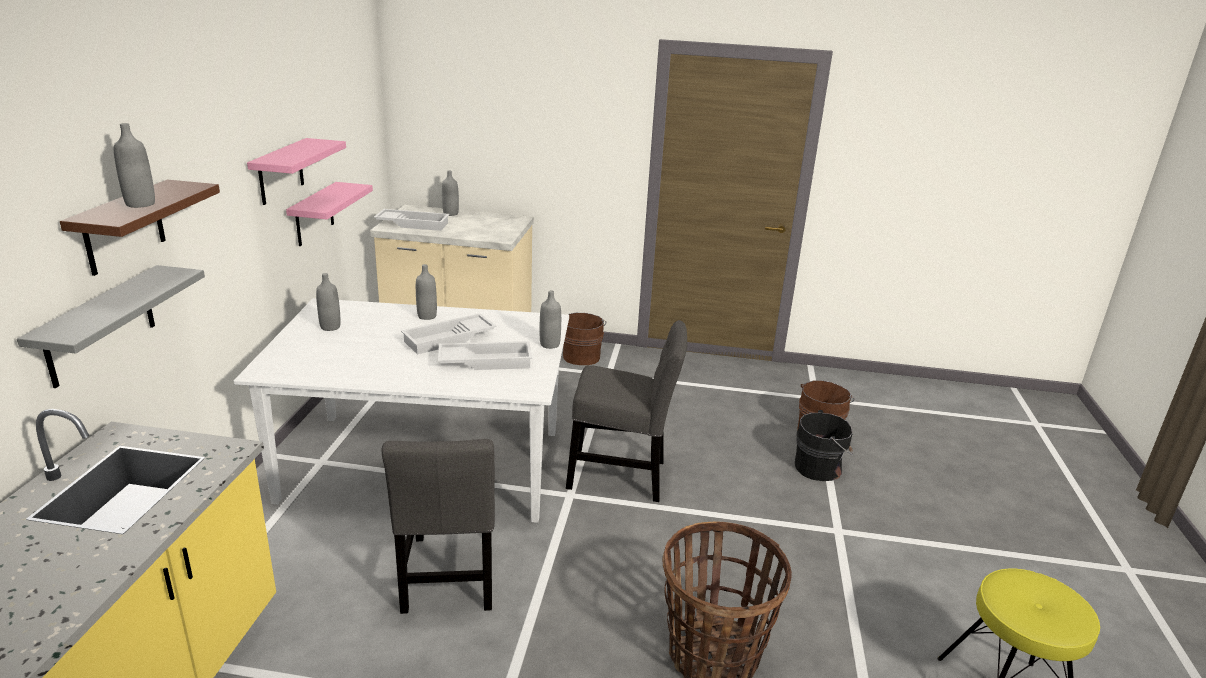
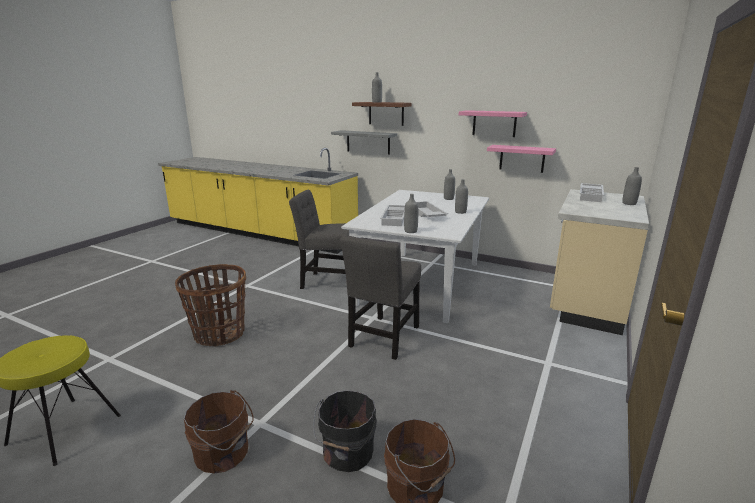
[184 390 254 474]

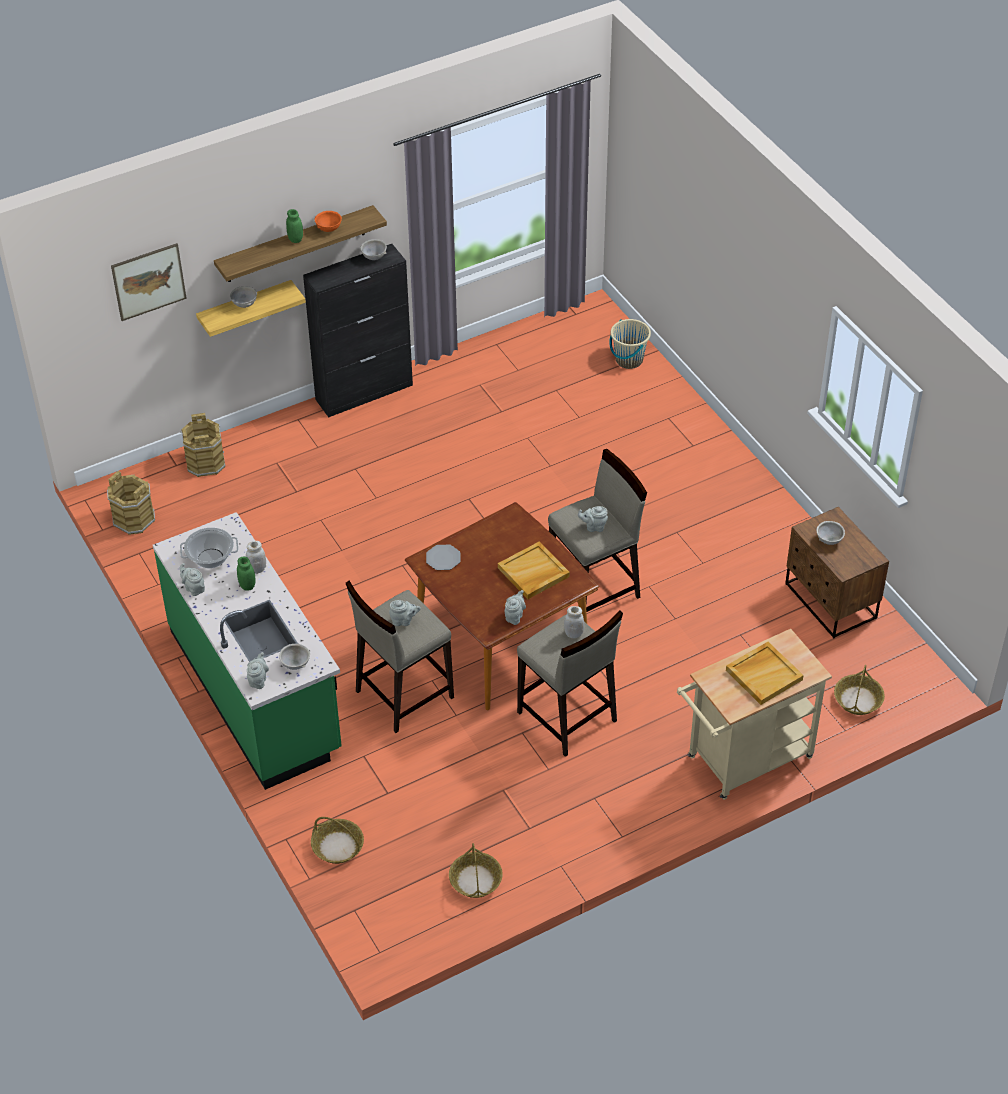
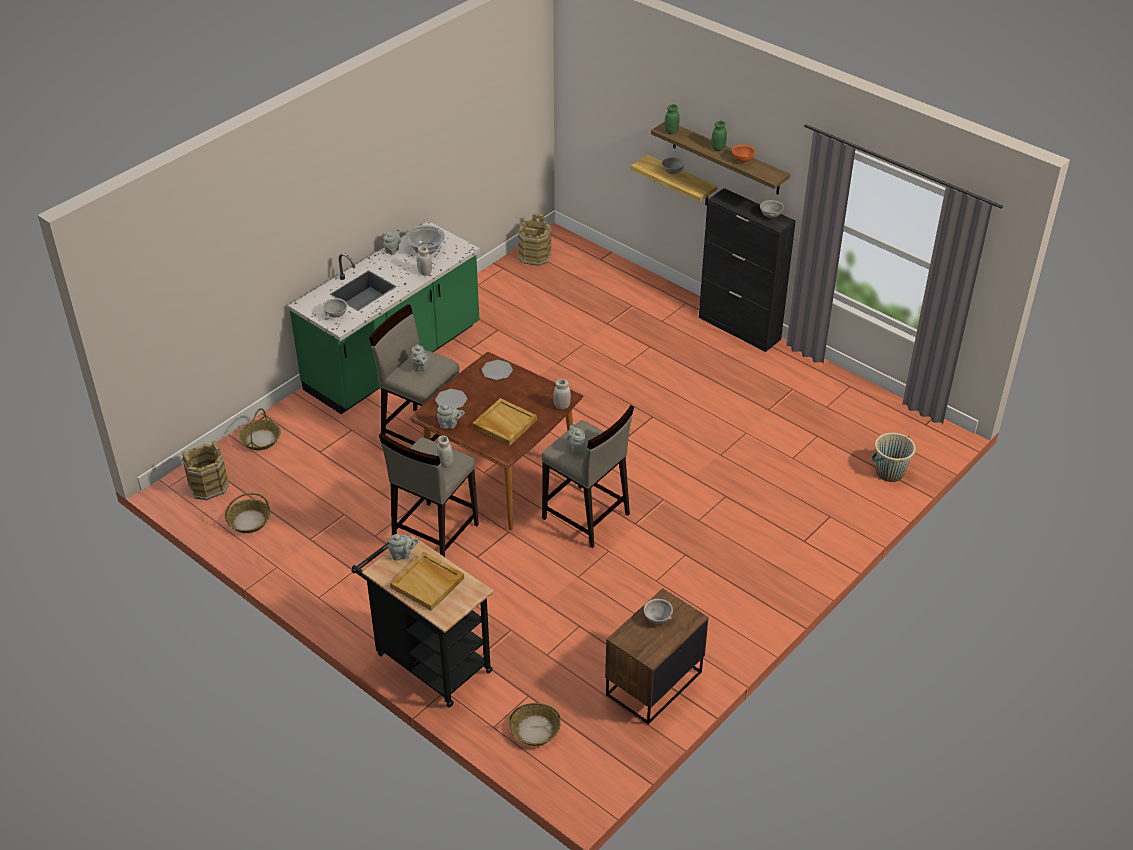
[182 440 229 501]
[351 535 494 708]
[388 534 419 560]
[435 389 467 409]
[553 379 571 409]
[665 104 680 134]
[111 243 187 321] (first image)

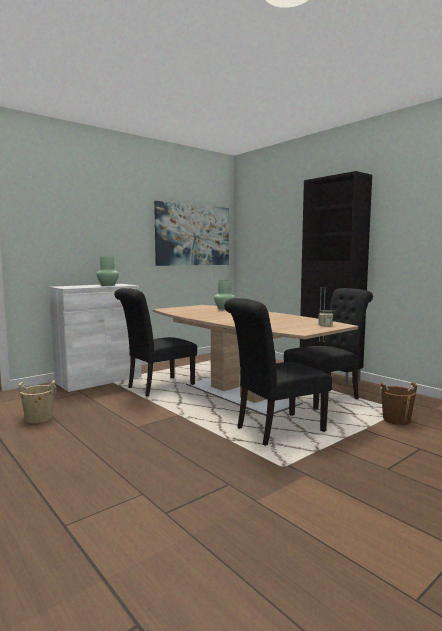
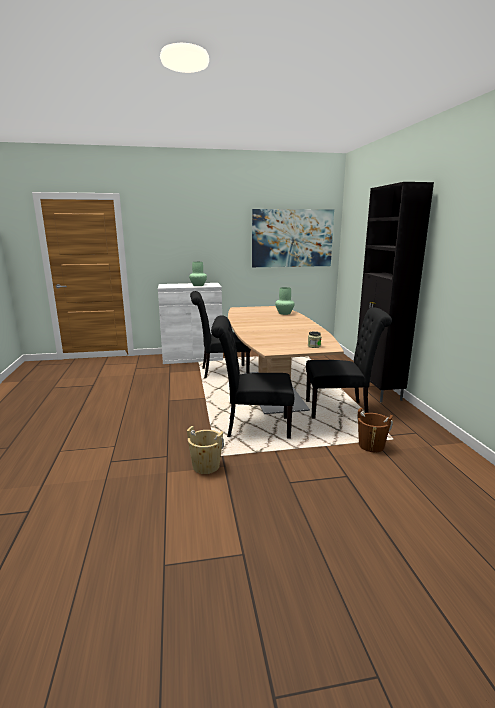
[187 426 224 474]

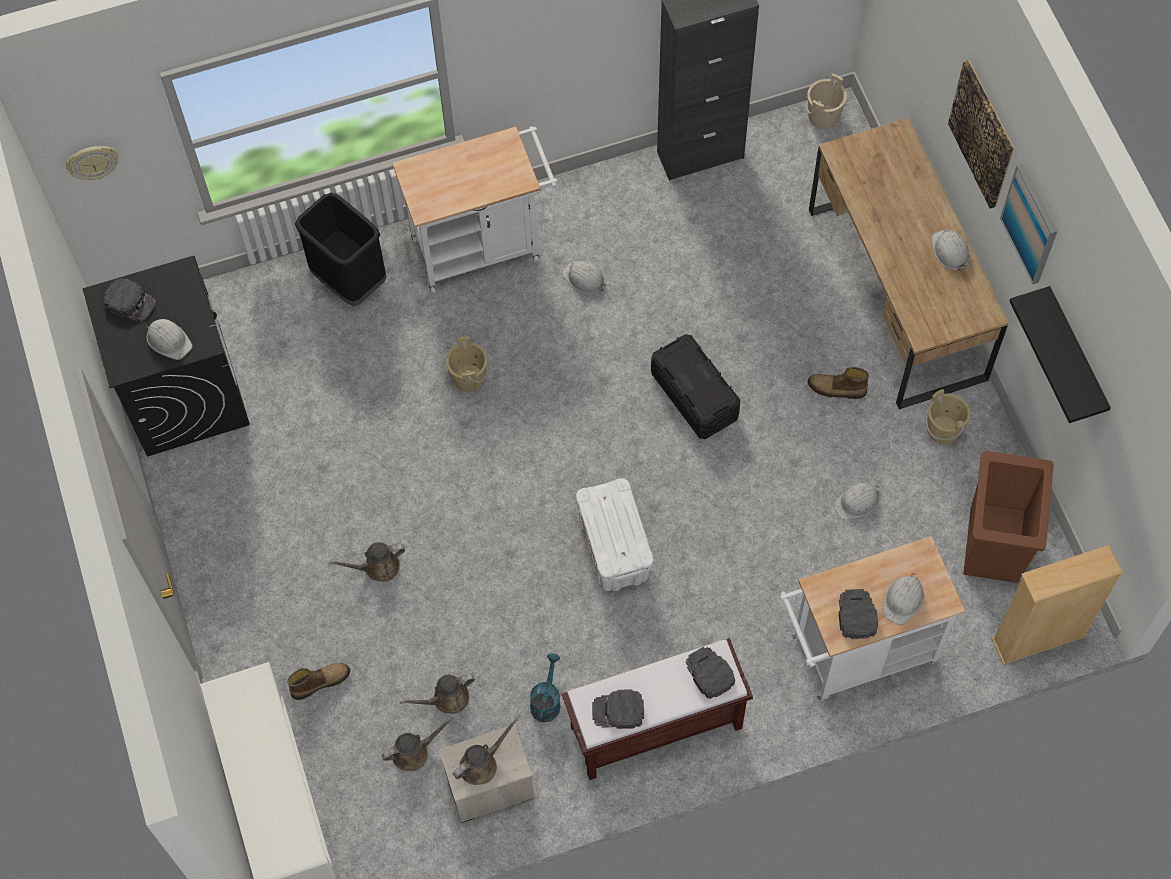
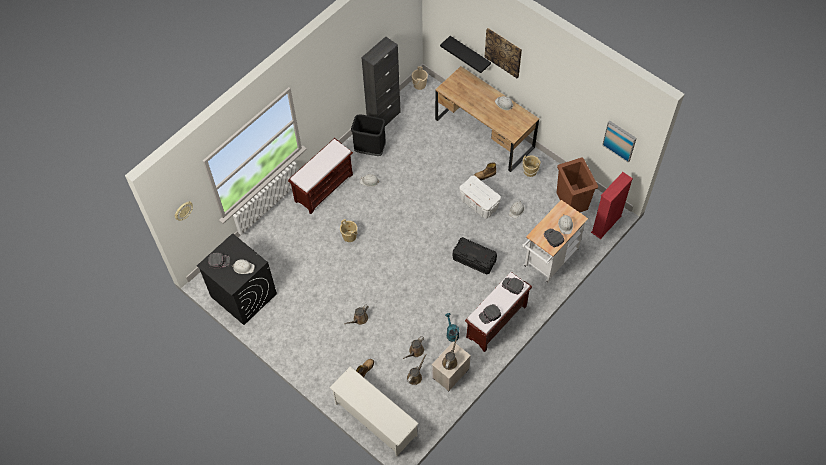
[288 138 353 214]
[351 114 386 156]
[440 36 491 73]
[453 237 497 275]
[459 175 501 219]
[591 172 633 239]
[602 120 637 163]

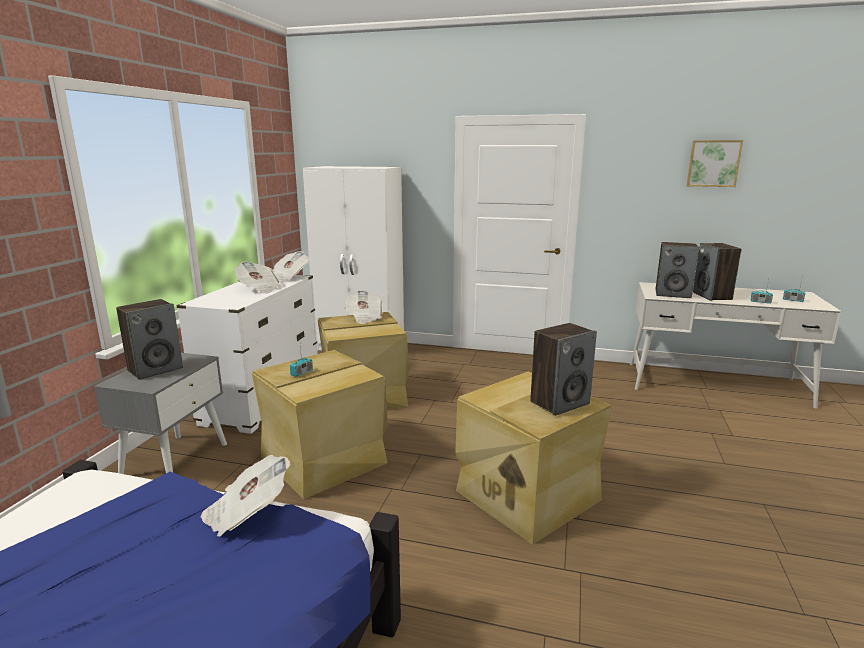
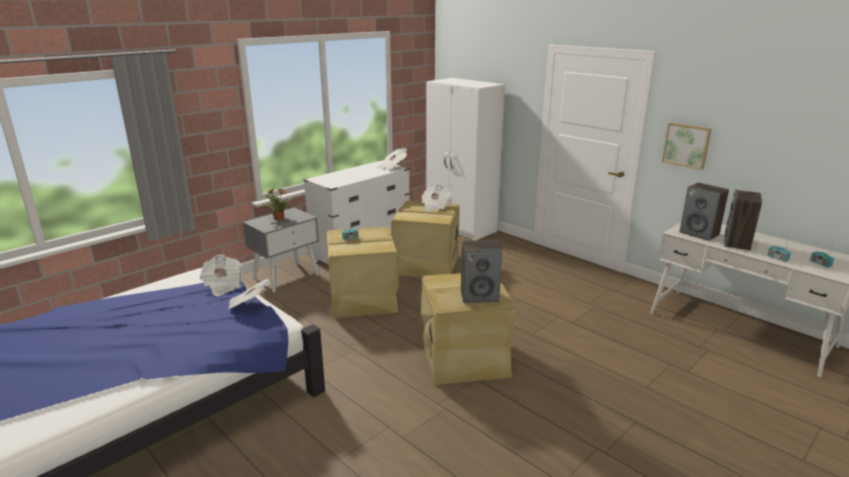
[200 255 242 296]
[262 189 292 220]
[662 122 712 170]

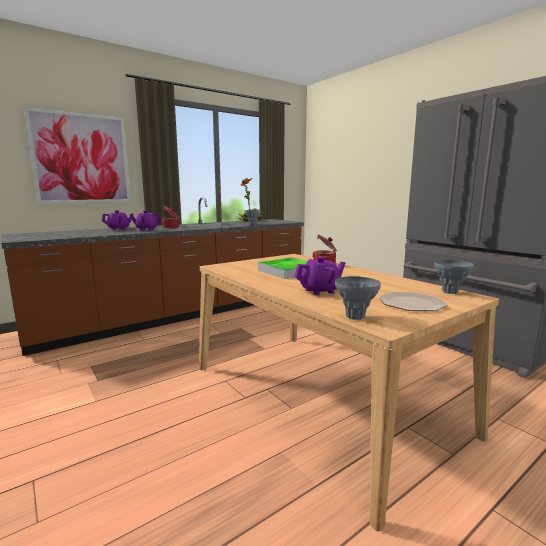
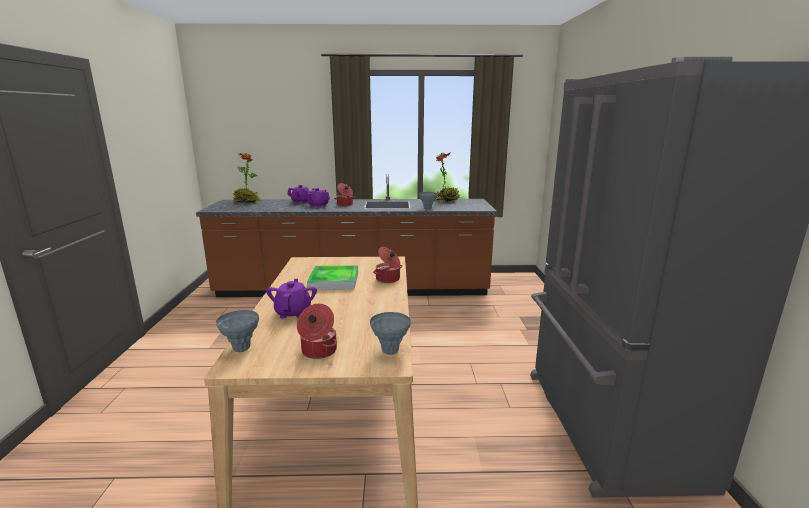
[233 153 260 203]
[266 279 317 318]
[297 304 337 359]
[24 107 131 204] (first image)

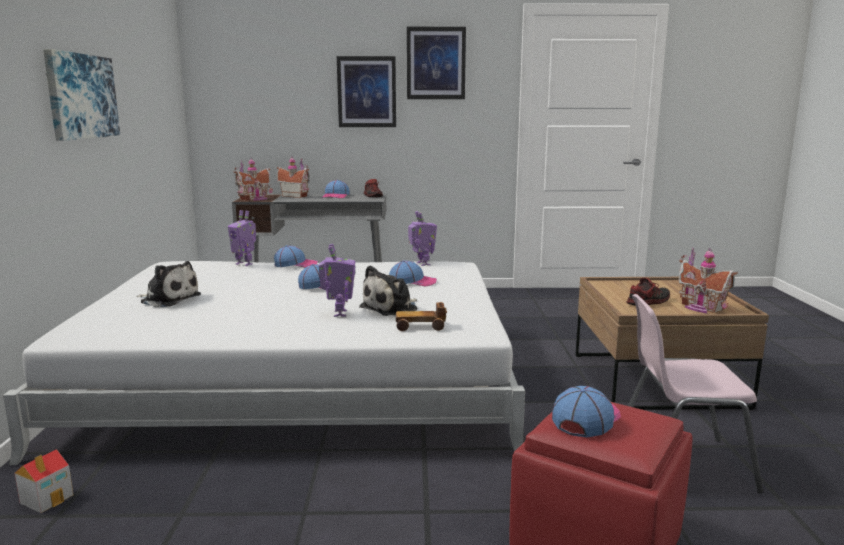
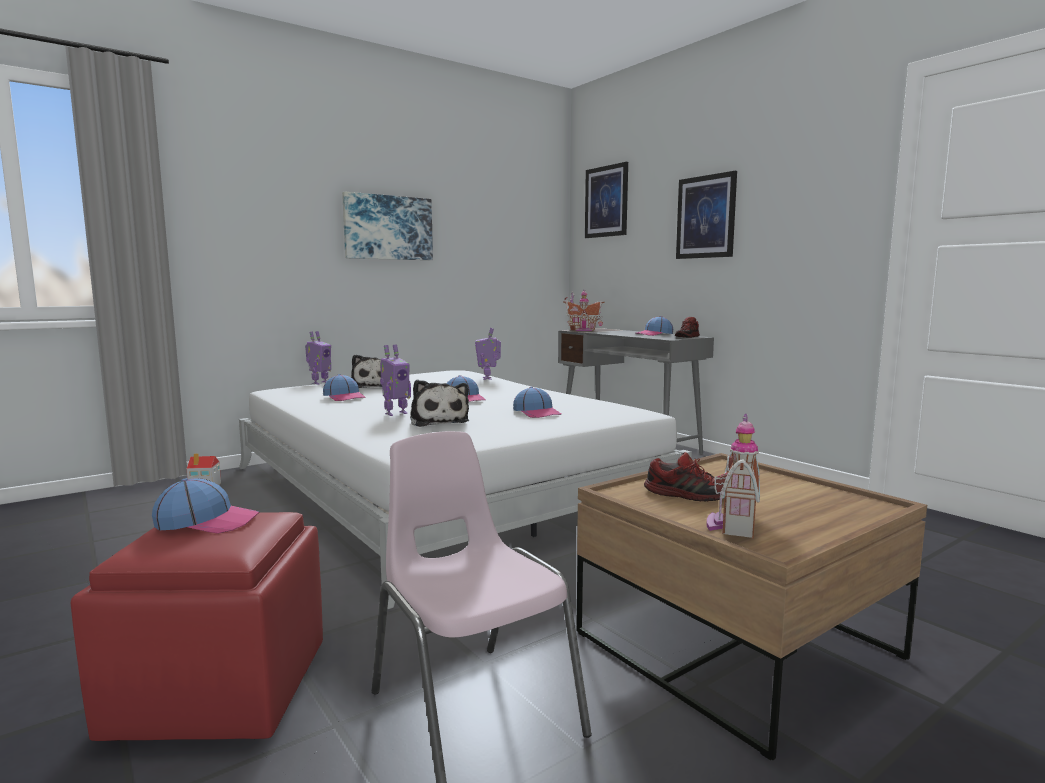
[305 331 331 384]
[323 374 366 401]
[410 380 469 427]
[585 162 628 238]
[277 156 310 198] (first image)
[396 302 447 331] (first image)

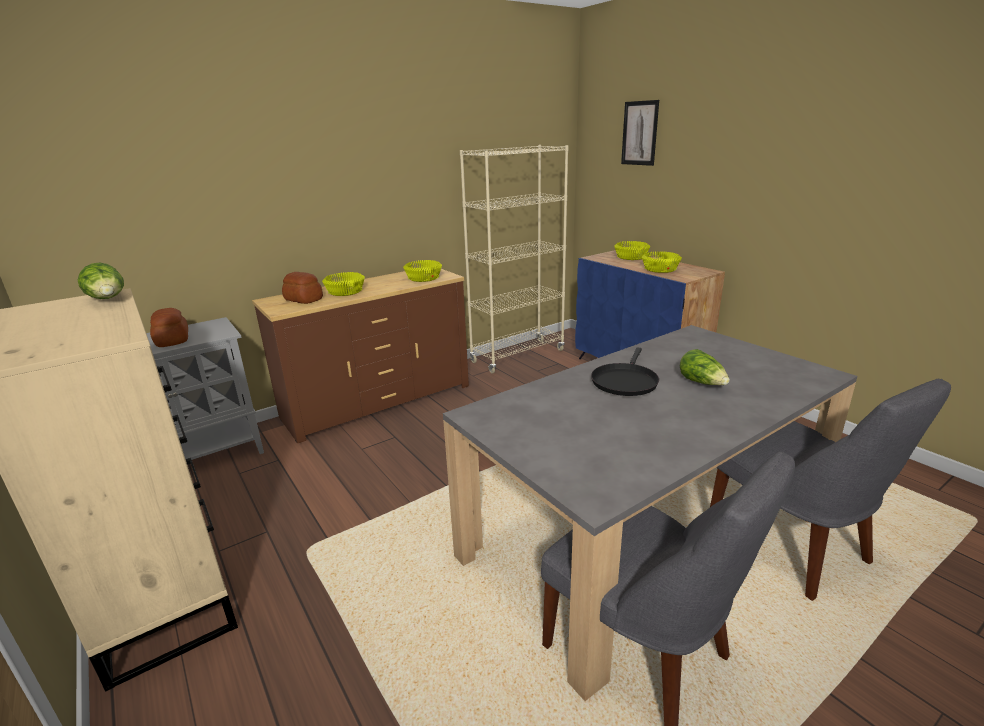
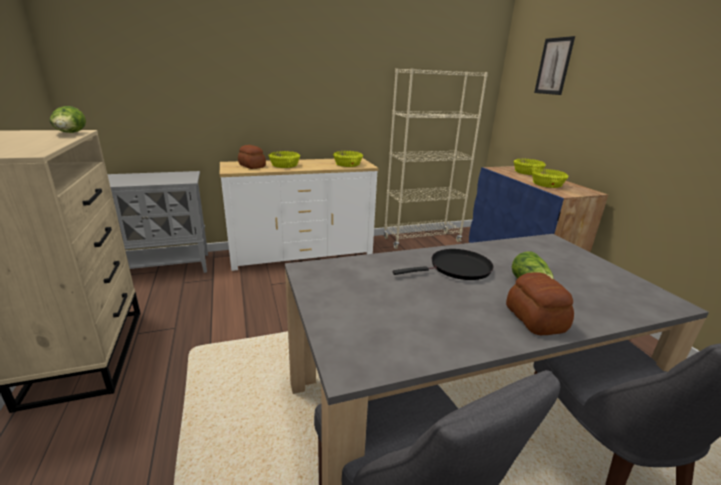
[220 158 379 271]
[393 249 494 280]
[506 272 574 335]

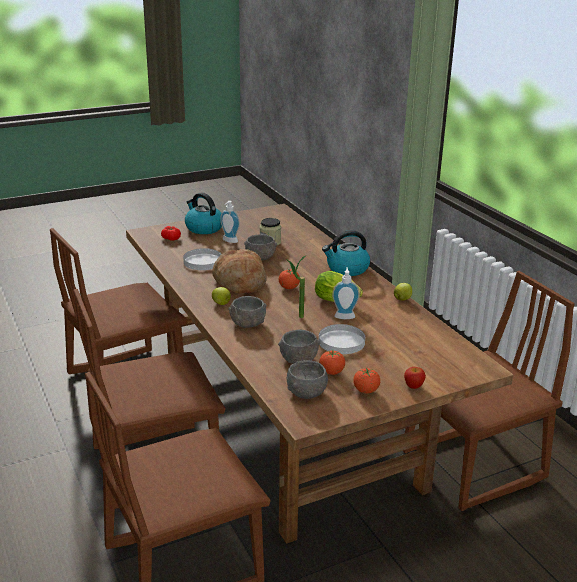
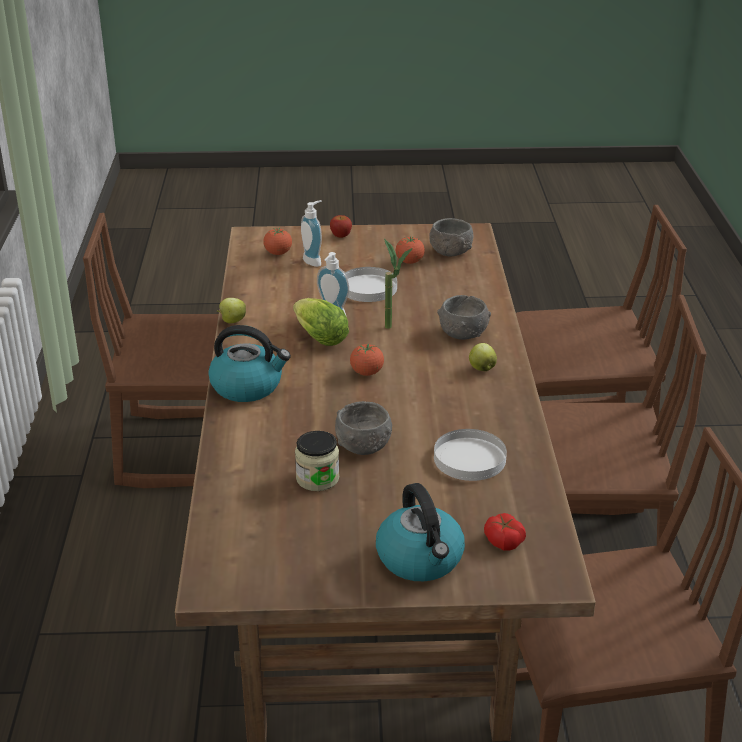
[263 228 292 255]
[301 200 322 267]
[212 249 267 294] (first image)
[278 330 320 364] (first image)

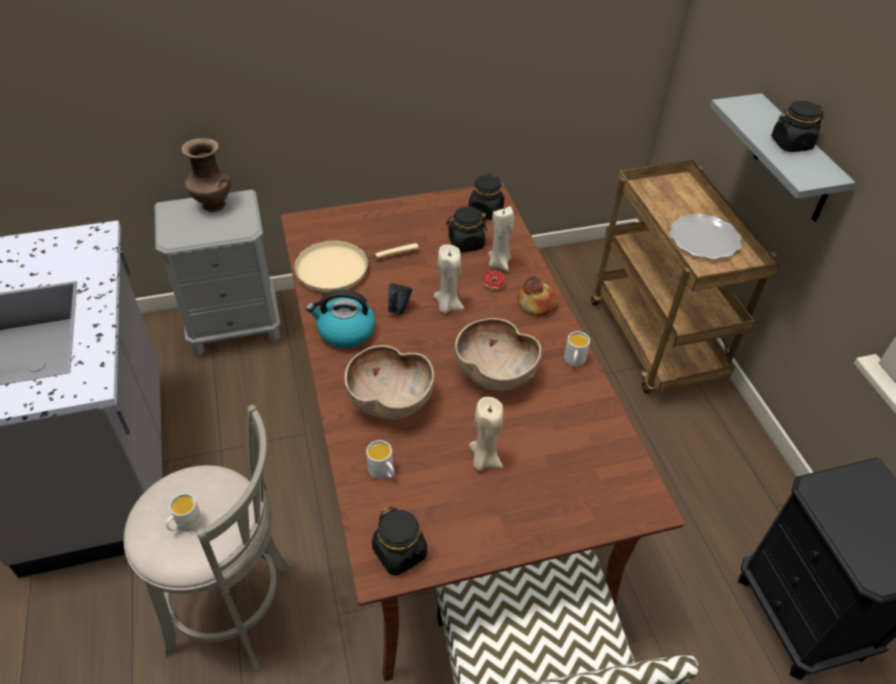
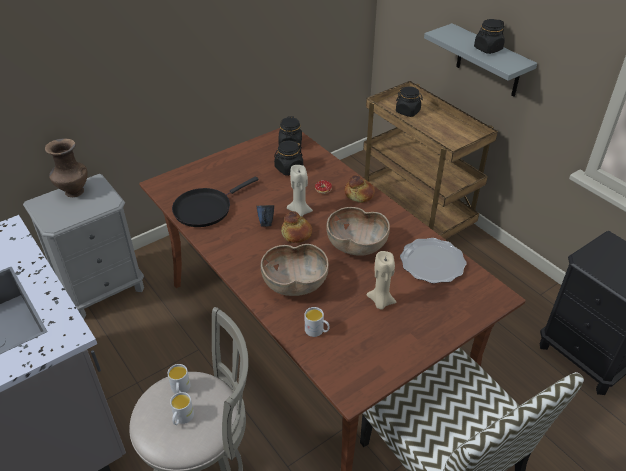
[167 364 190 394]
[172 177 258 227]
[281 211 312 243]
[396 86 423 117]
[400 238 467 284]
[306 289 375 348] (first image)
[488 206 514 272] (first image)

